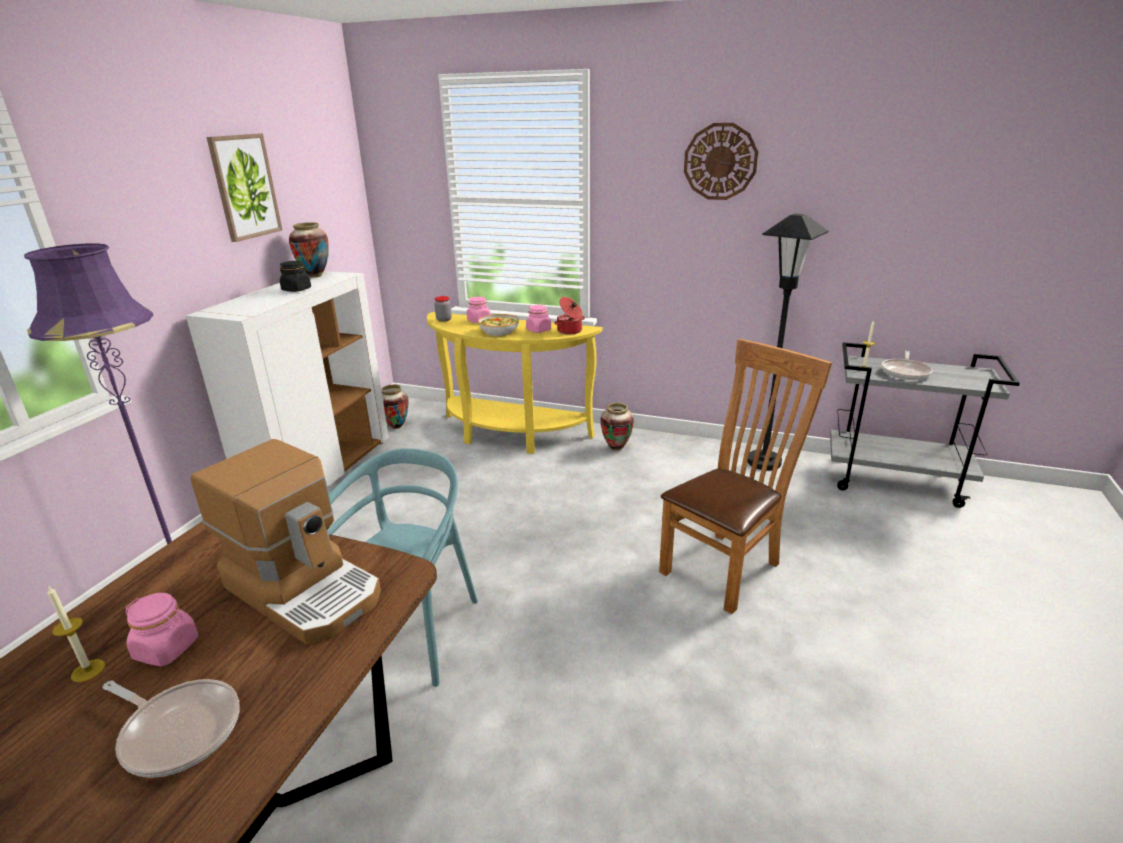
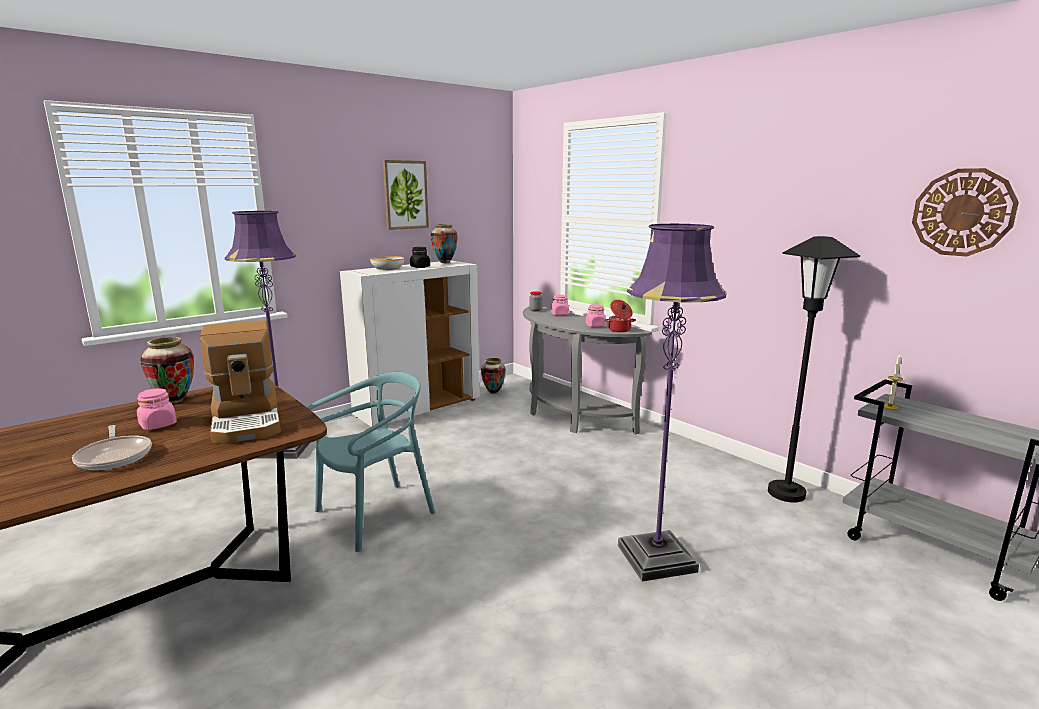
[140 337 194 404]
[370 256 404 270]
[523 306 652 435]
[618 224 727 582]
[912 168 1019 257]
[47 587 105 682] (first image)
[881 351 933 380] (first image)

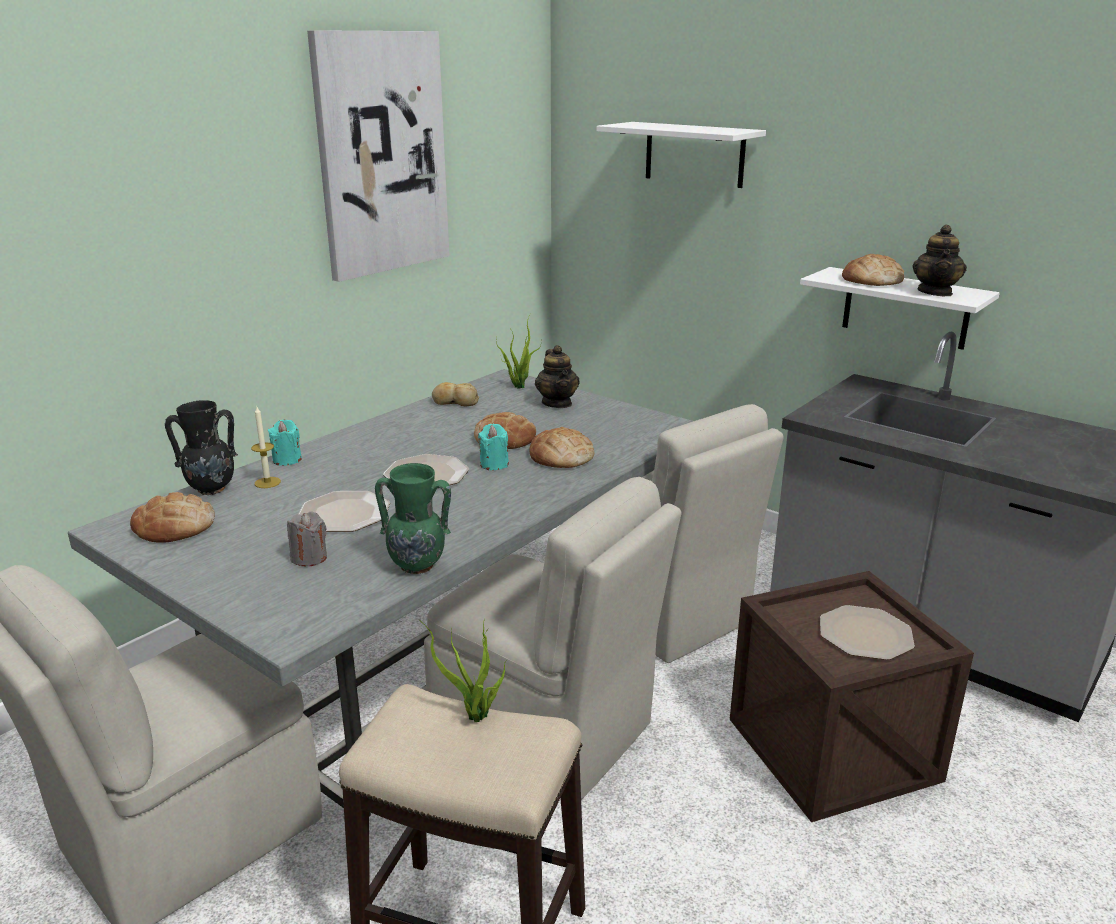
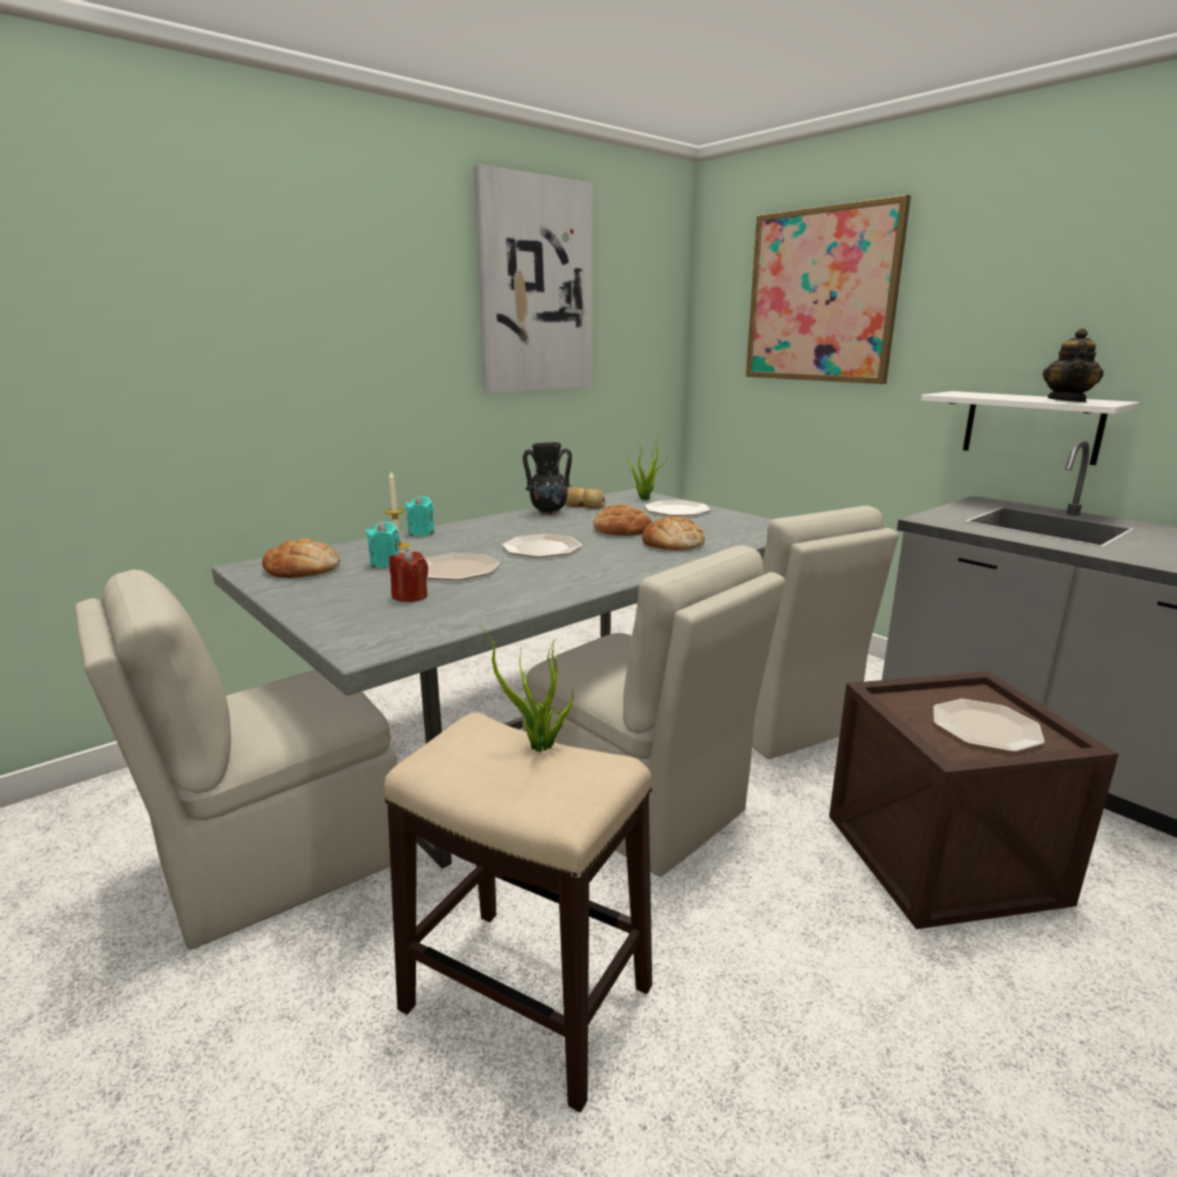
[366 521 399 568]
[389 549 428 602]
[523 442 572 515]
[645 500 711 516]
[746 195 911 384]
[375 463 451 574] (first image)
[842 254 904 286] (first image)

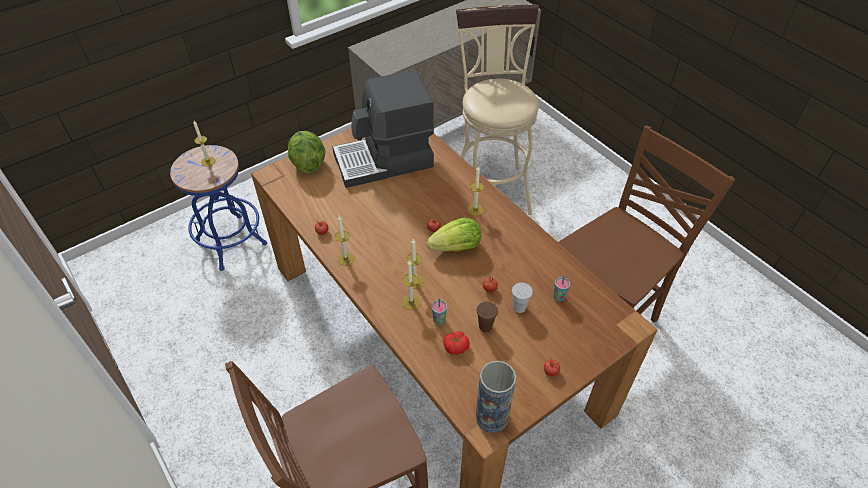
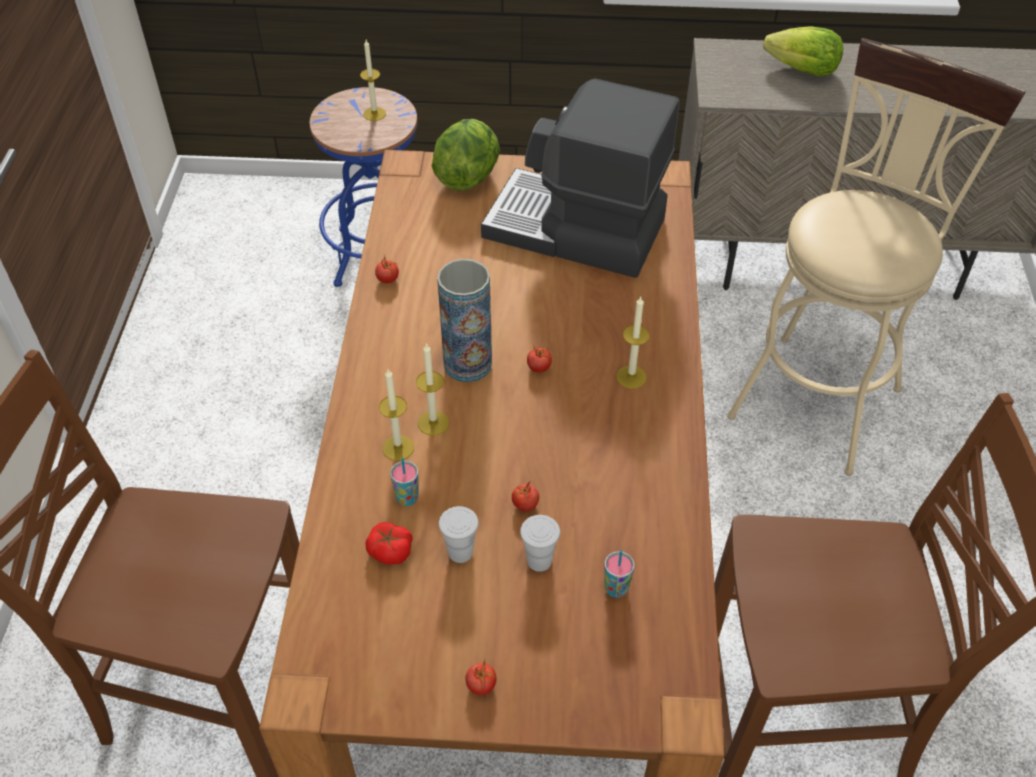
[437 259 492 382]
[439 506 479 563]
[763 26 843 76]
[335 216 354 266] (first image)

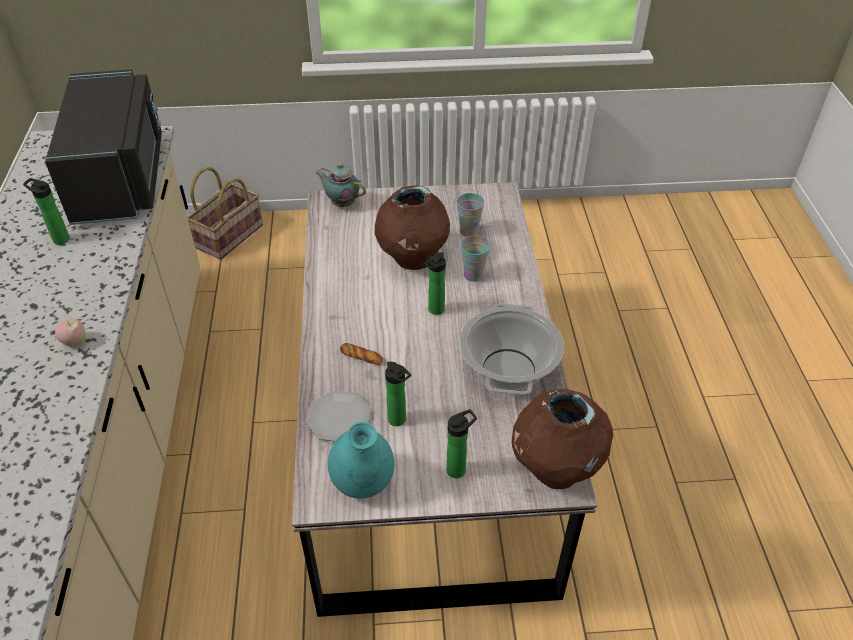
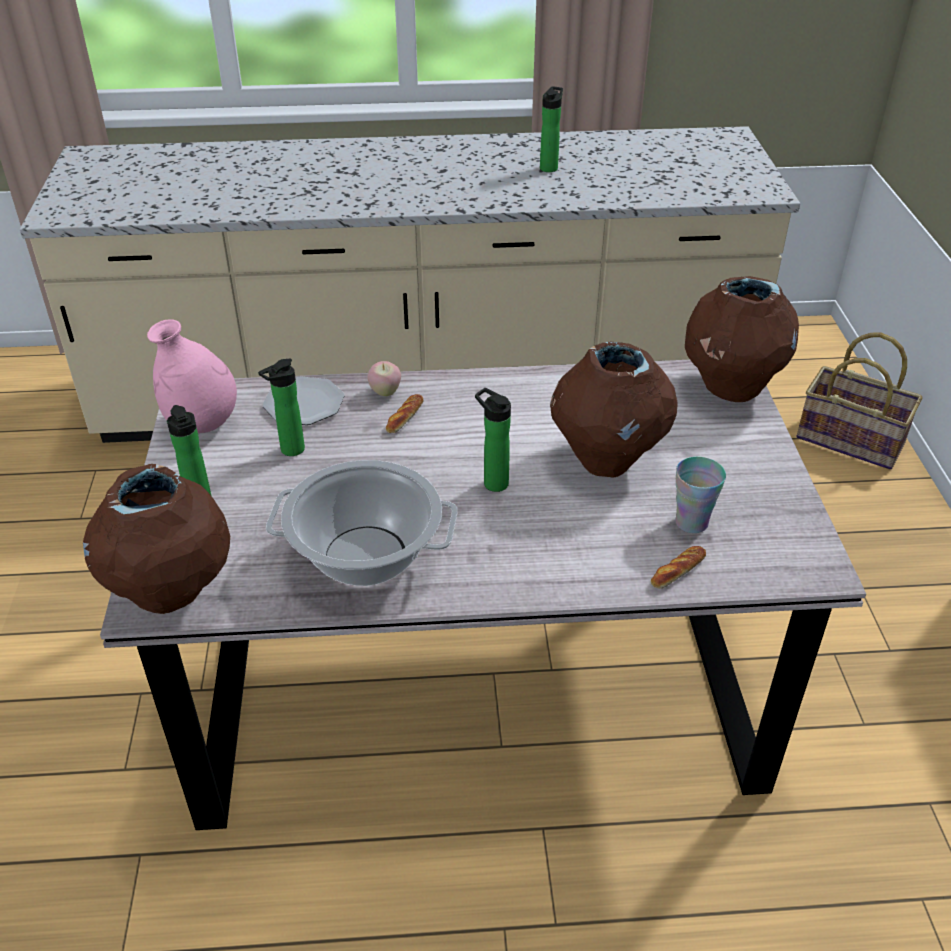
[147 319 237 433]
[367 361 401 396]
[651 546 706 589]
[685 276 799 402]
[45 69 162 225] (first image)
[461 236 490 282] (first image)

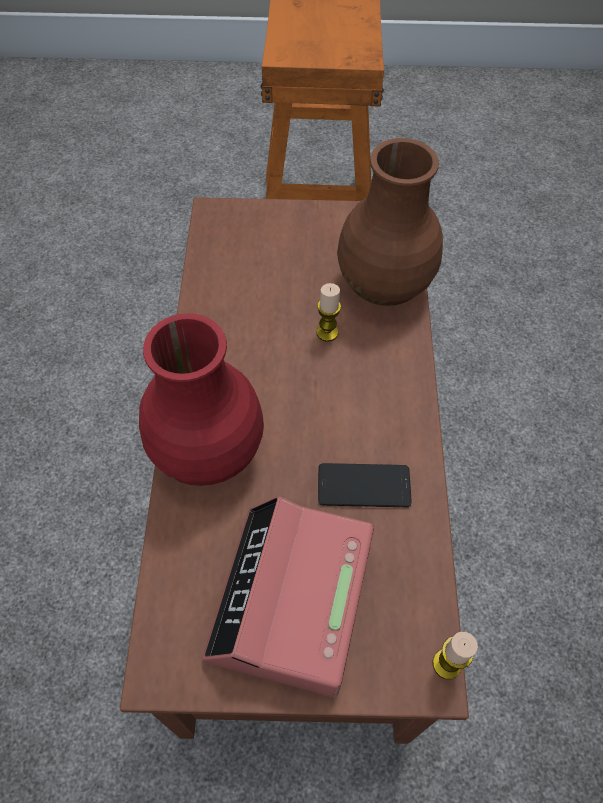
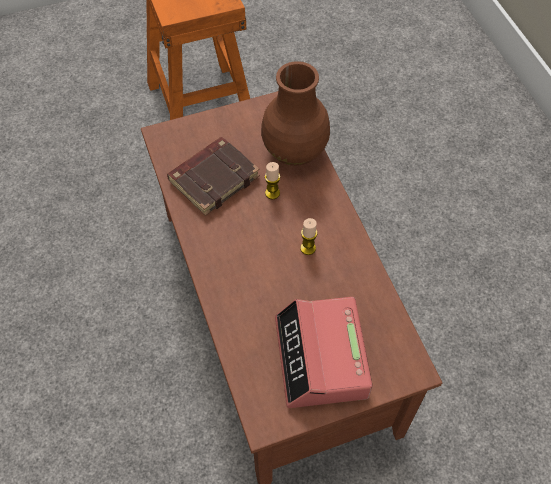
[167 137 260 216]
[300 218 317 255]
[139 313 264 486] (first image)
[318 463 412 507] (first image)

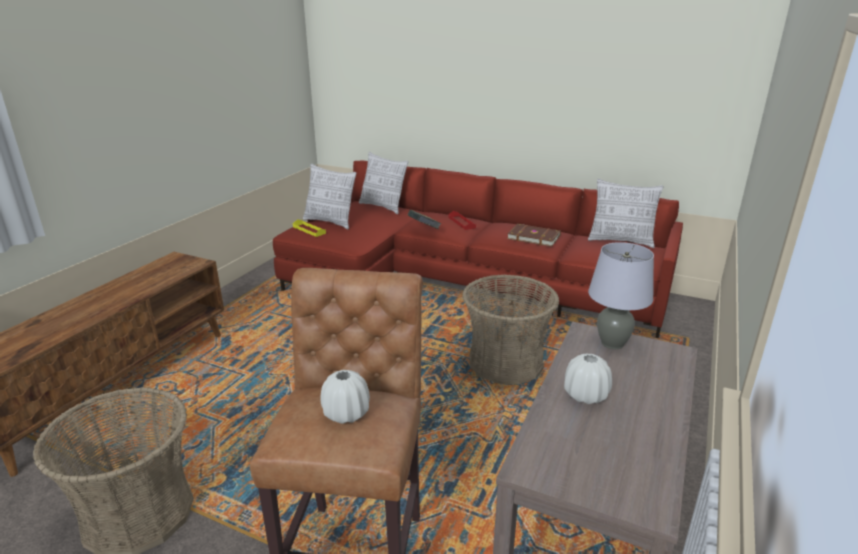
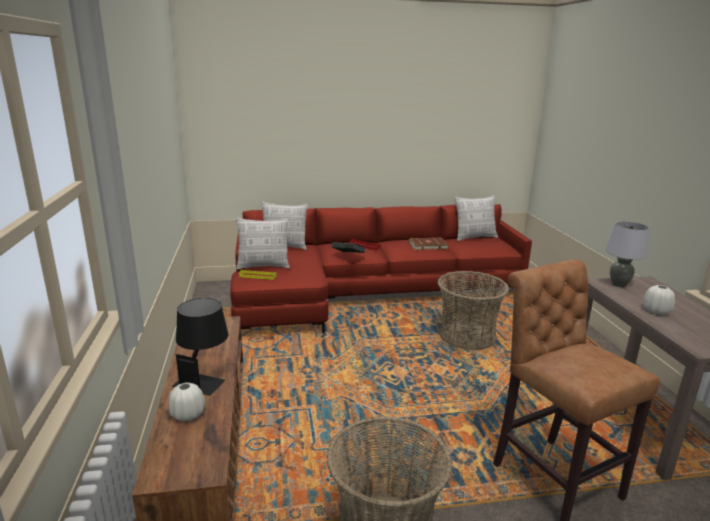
[169 383 205 421]
[172 298 228 396]

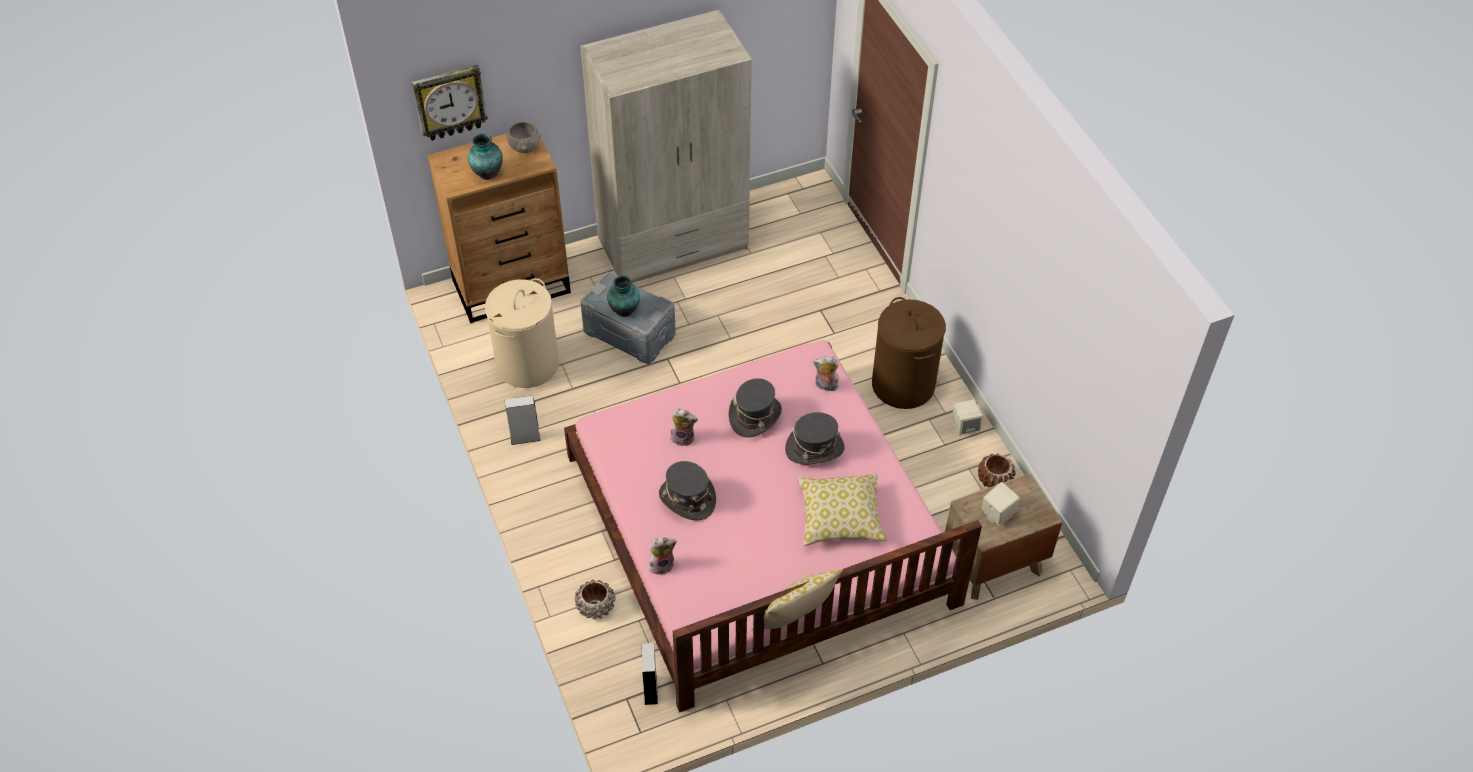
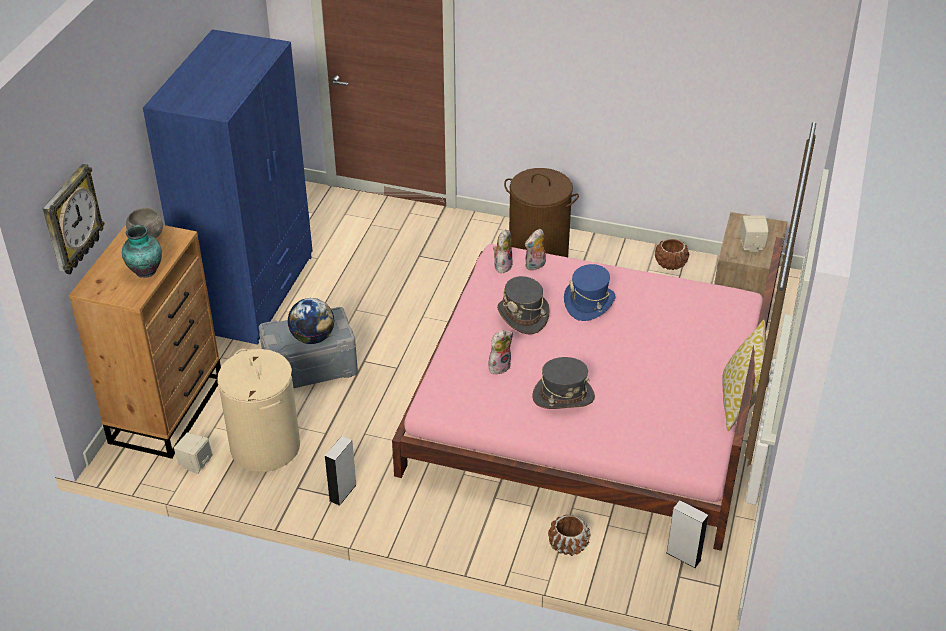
[143 29 313 345]
[174 432 213 474]
[288 298 334 344]
[493 230 513 273]
[564 264 616 321]
[797 474 887 546] (first image)

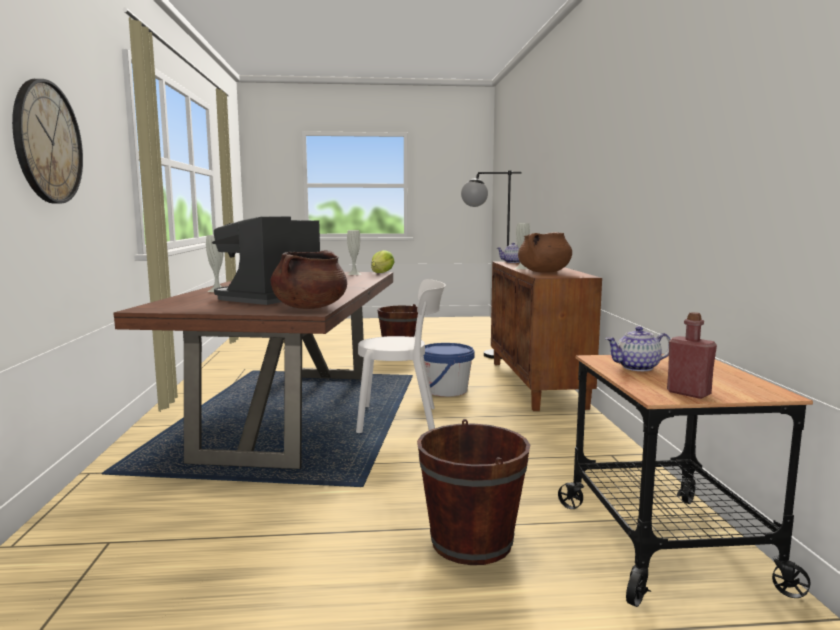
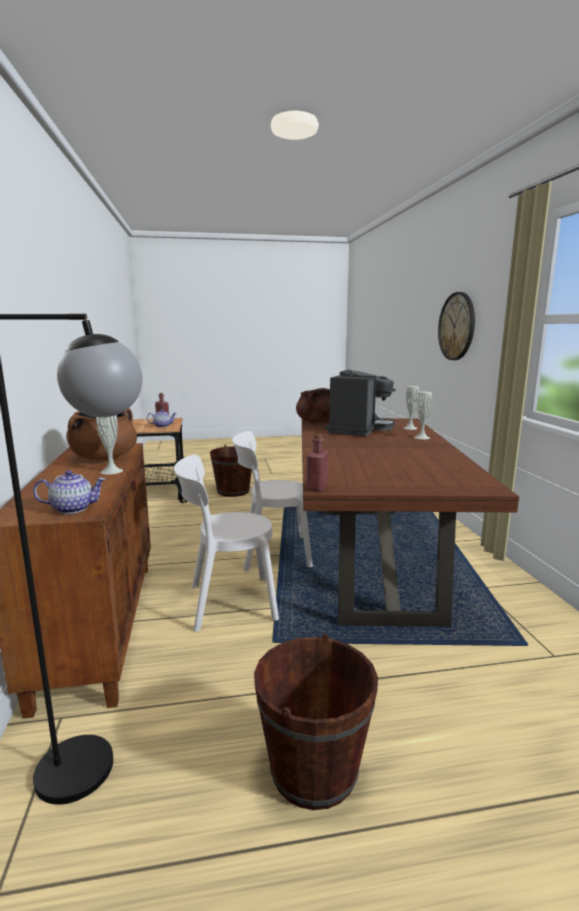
[174 454 279 632]
[306 433 328 491]
[404 386 419 430]

